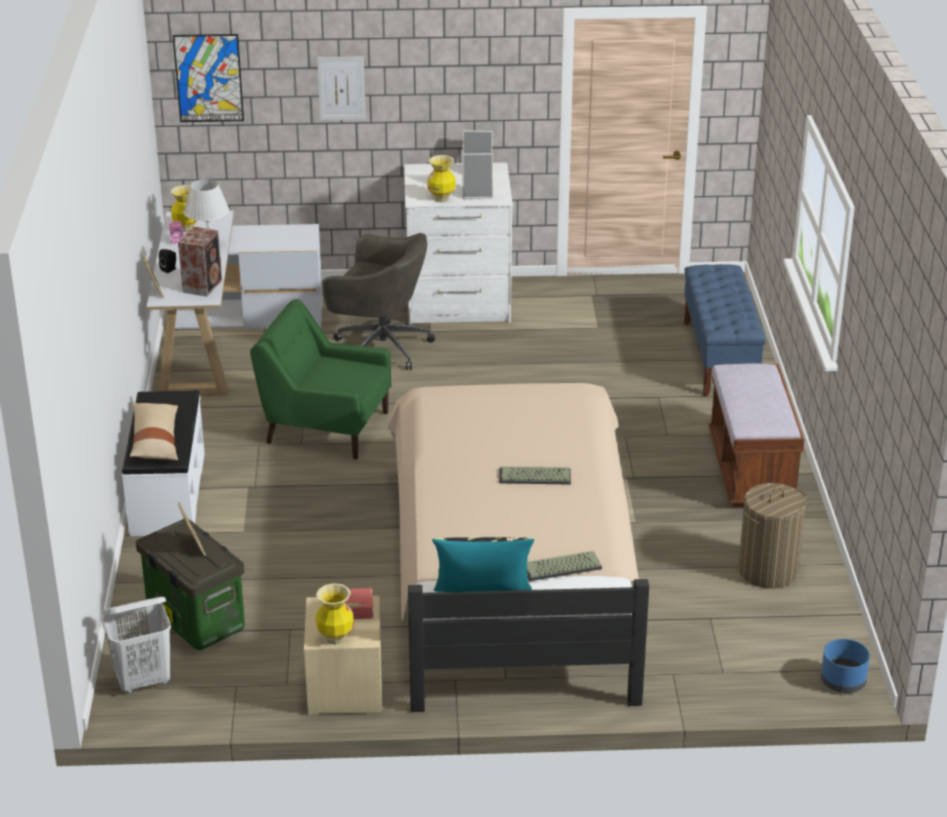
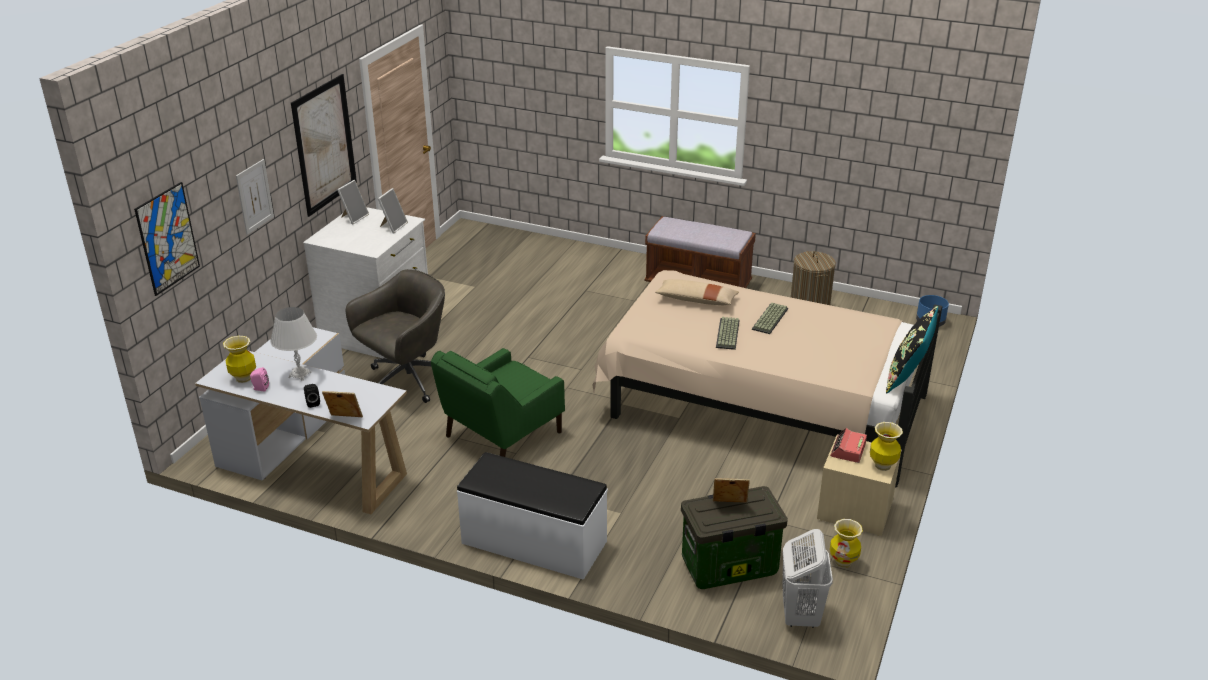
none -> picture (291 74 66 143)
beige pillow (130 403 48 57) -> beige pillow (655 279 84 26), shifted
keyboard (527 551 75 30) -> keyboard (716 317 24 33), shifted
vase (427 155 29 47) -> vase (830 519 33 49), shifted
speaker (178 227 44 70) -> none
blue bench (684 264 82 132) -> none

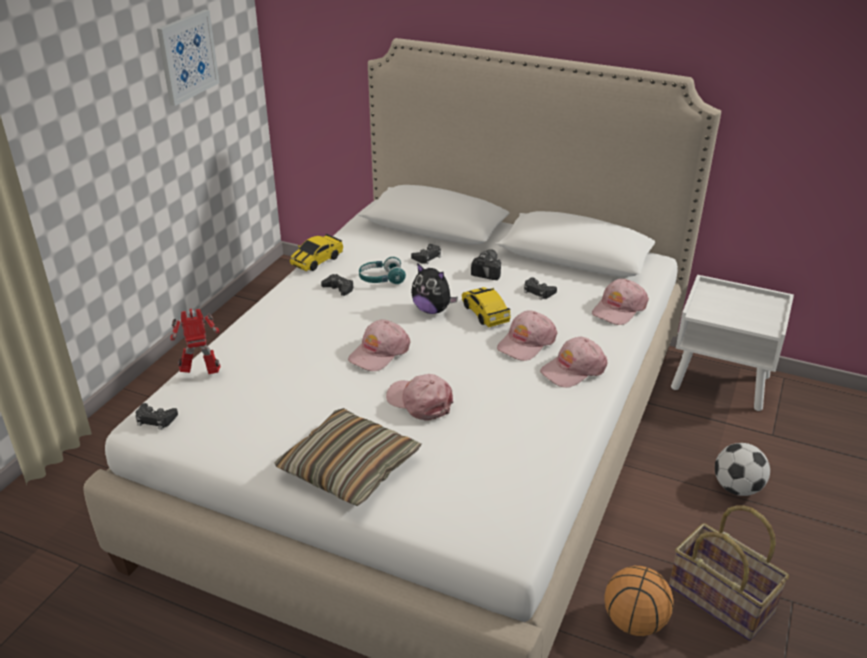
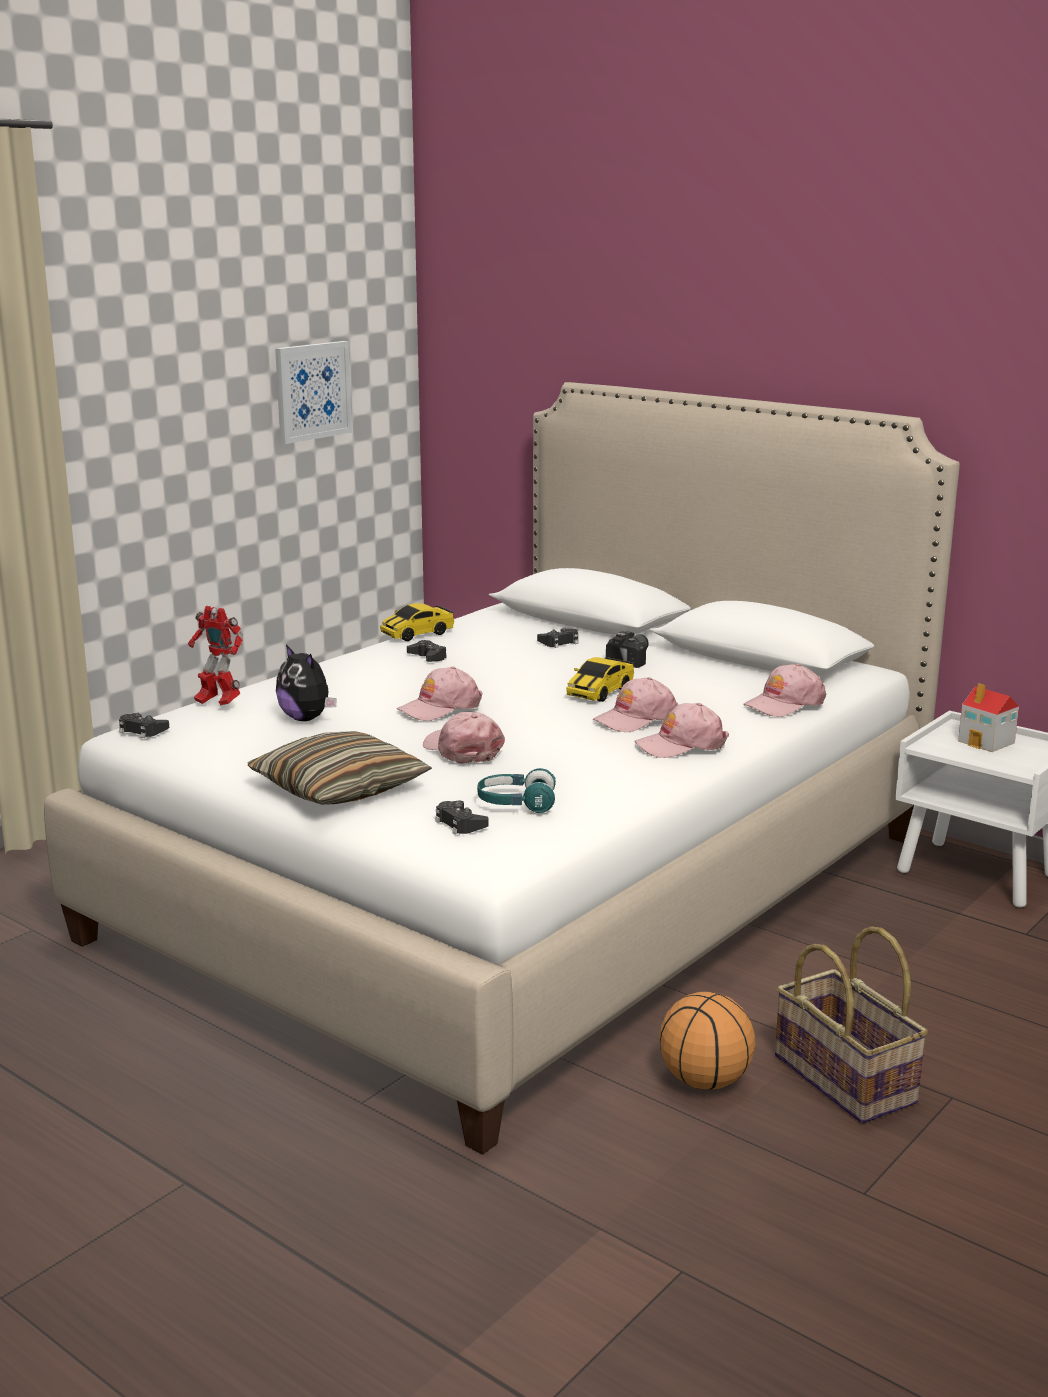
toy robot (171 308 50 66) -> toy robot (188 606 55 99), 150 degrees counterclockwise
plush toy (411 263 47 51) -> plush toy (276 644 61 77), shifted
black game controller (524 277 33 23) -> black game controller (435 801 54 34), shifted
turquoise headphones (359 257 47 27) -> turquoise headphones (477 768 79 45), shifted
toy car (462 287 49 41) -> toy car (566 657 68 45), 135 degrees counterclockwise
none -> toy house (958 683 61 69)
football (715 443 55 53) -> none

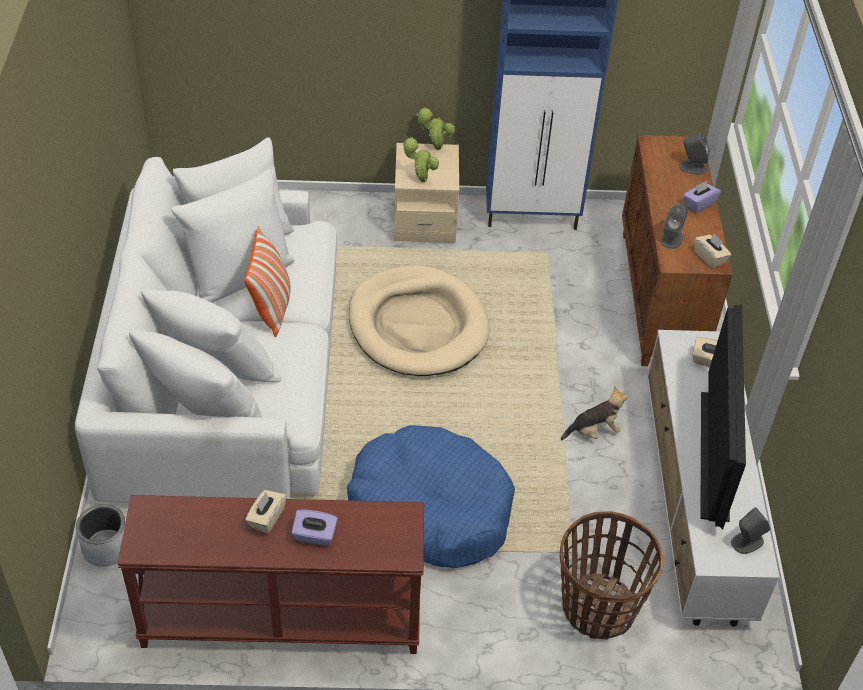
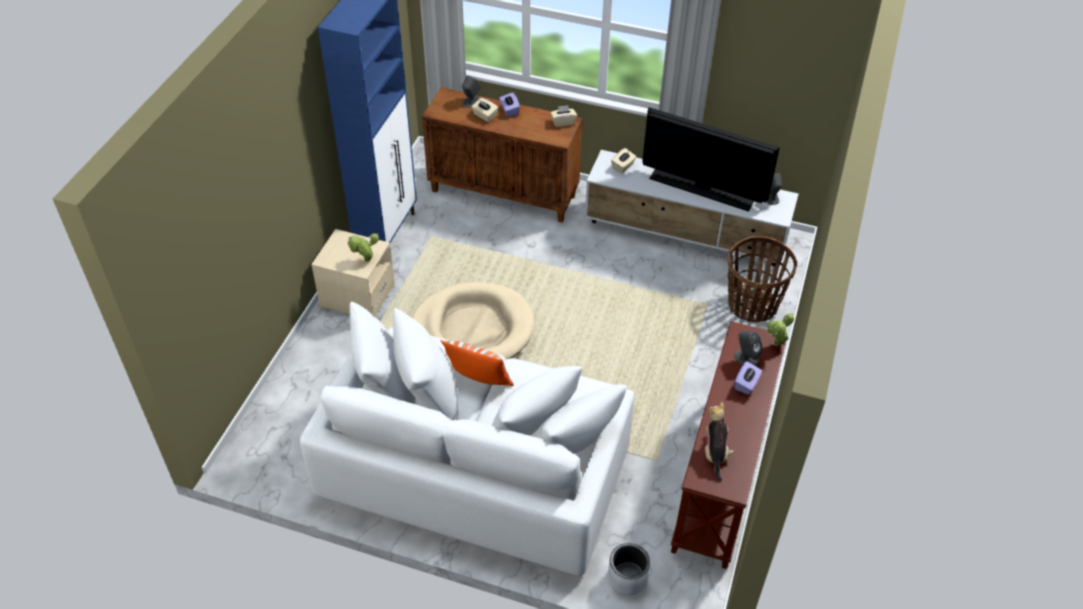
beige tissue box (245 490 41 44) -> beige tissue box (471 98 27 24), shifted
plush toy (561 387 68 53) -> plush toy (705 402 29 80), shifted
grey speaker (661 203 27 46) -> grey speaker (734 331 29 36), shifted
potted plant (417 107 38 43) -> potted plant (767 313 27 33), shifted
blue dog bed (347 425 168 143) -> none

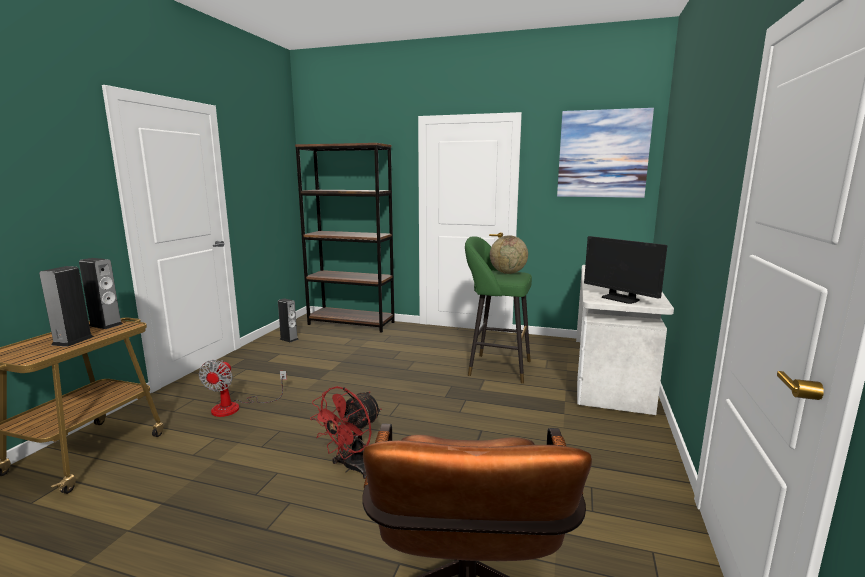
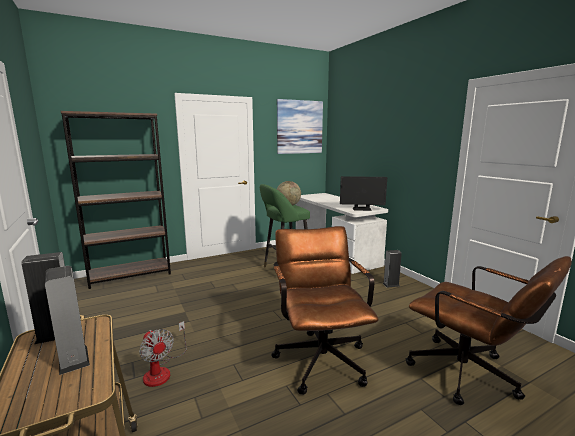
red fan (310 386 71 93) -> brown office chair (271 226 108 169)
speaker (278 298 21 44) -> speaker (382 250 20 38), shifted

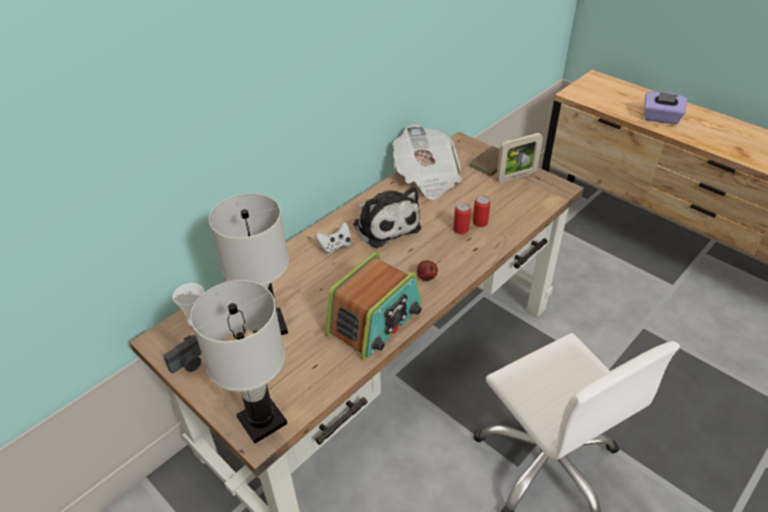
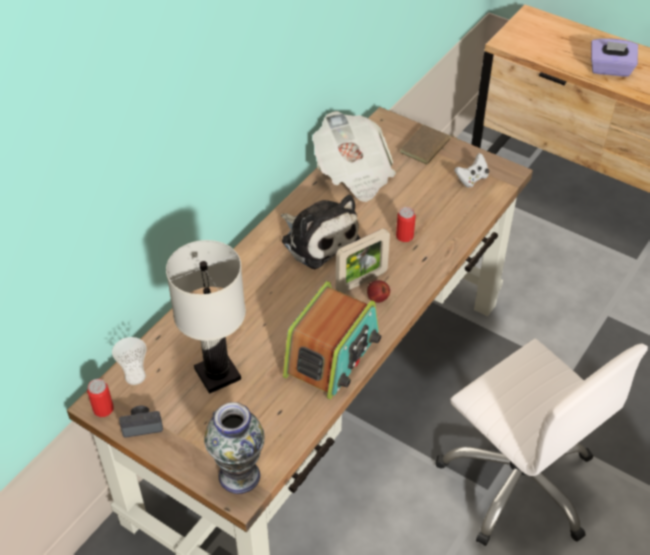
can (473 195 17 32) -> can (87 379 27 38), shifted
photo camera (163 335 39 38) -> photo camera (119 406 44 32), 135 degrees counterclockwise
white table lamp (190 280 97 163) -> vase (204 402 61 92)
picture frame (496 133 47 50) -> picture frame (336 228 54 65), shifted
white game controller (315 222 36 32) -> white game controller (454 153 35 35), shifted

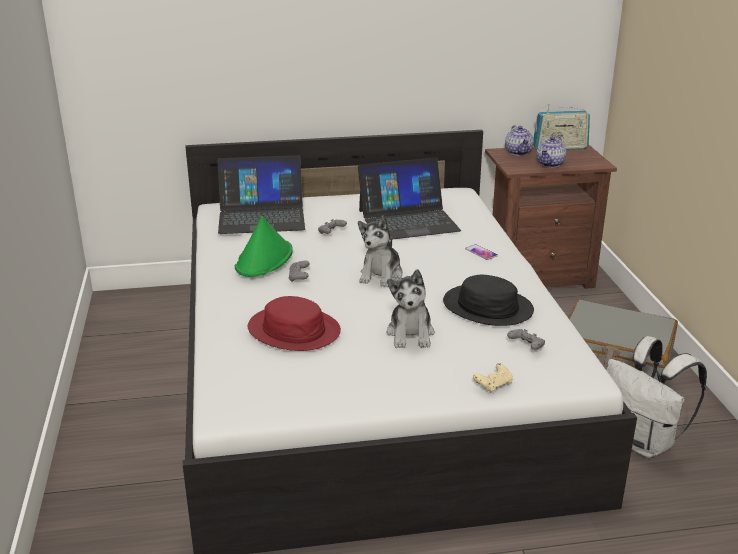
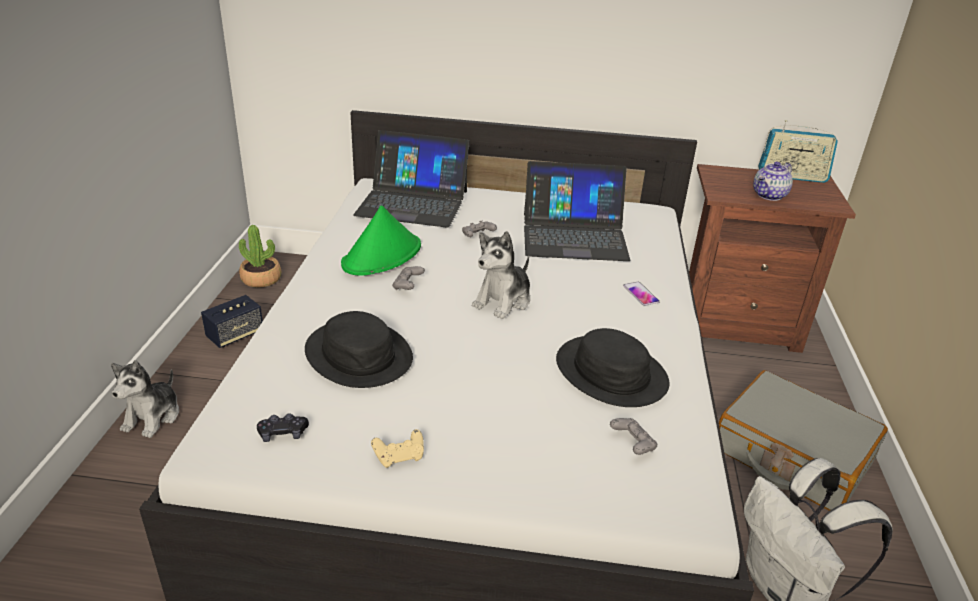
plush toy (386 269 49 79) -> plush toy (111 360 68 78), shifted
none -> speaker (201 295 62 53)
none -> potted plant (239 225 42 62)
none -> black game controller (257 413 52 29)
red hat (248 296 93 55) -> black hat (305 311 108 77)
beige game controller (473 363 40 30) -> beige game controller (371 429 53 39), shifted
teapot (505 125 29 31) -> none

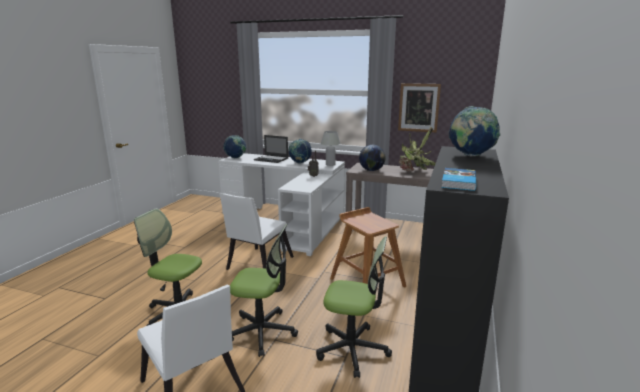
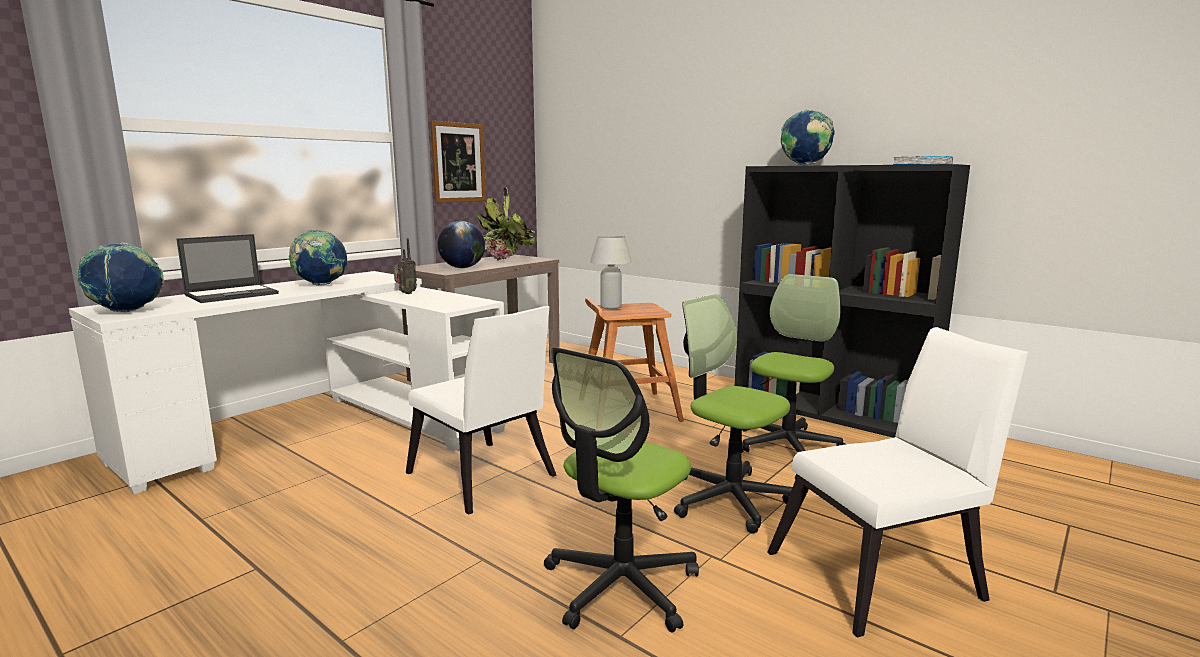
white table lamp (321 131 20 35) -> white table lamp (590 236 42 73), shifted
office chair (230 224 68 133) -> office chair (674 294 119 240), 75 degrees counterclockwise

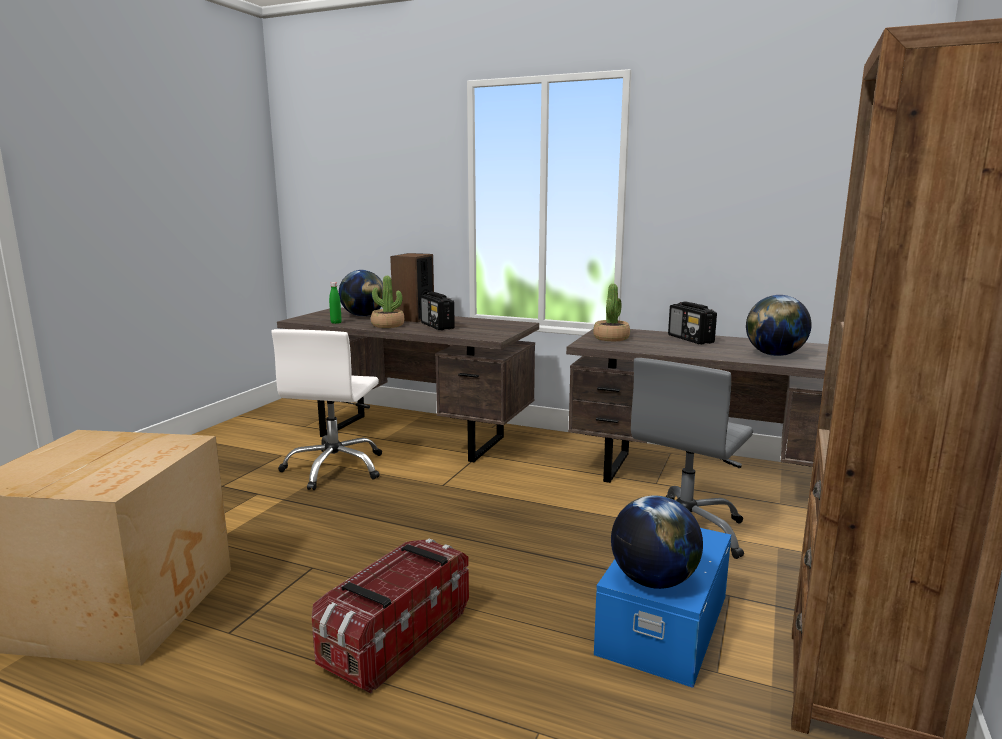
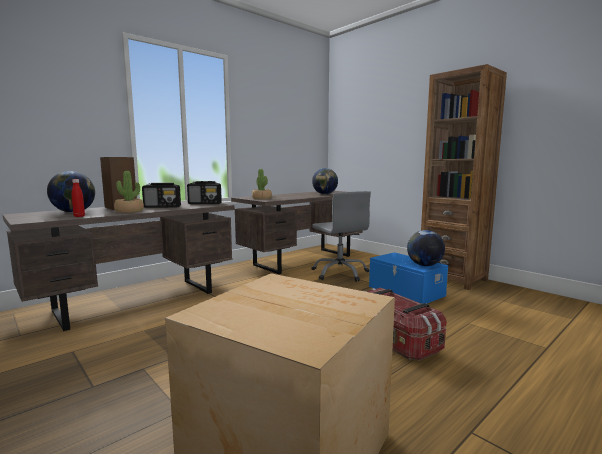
green bottle (329 282 13 42) -> red bottle (72 179 13 38)
radio (668 302 49 42) -> radio (187 181 35 23), shifted
white office chair (271 329 111 161) -> none

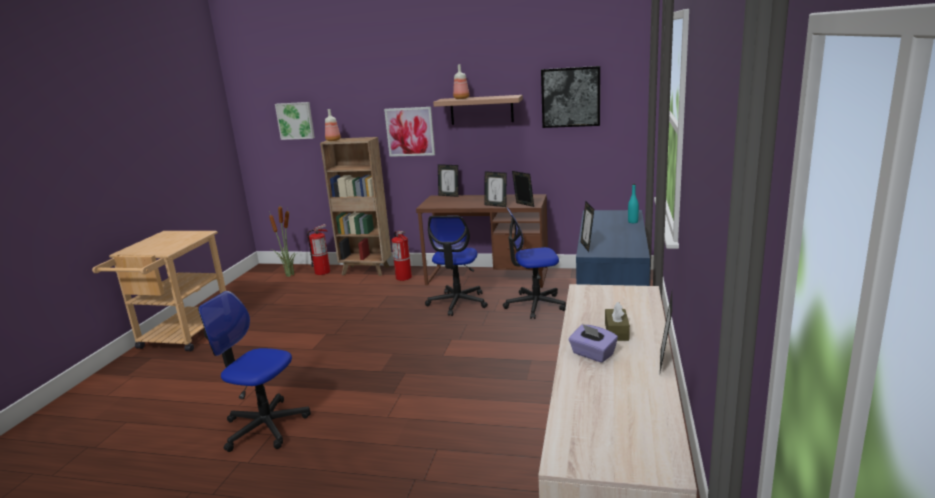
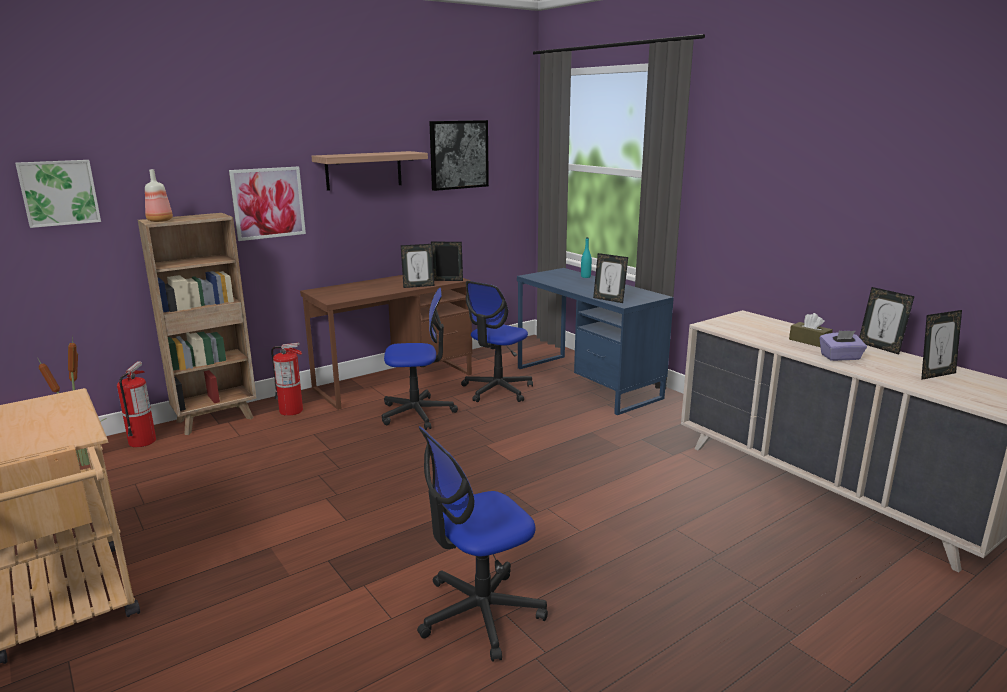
office chair (425 216 63 100) -> office chair (382 288 76 142), 60 degrees counterclockwise
picture frame (438 164 21 33) -> picture frame (921 310 41 70), shifted
bottle (453 64 16 35) -> none

